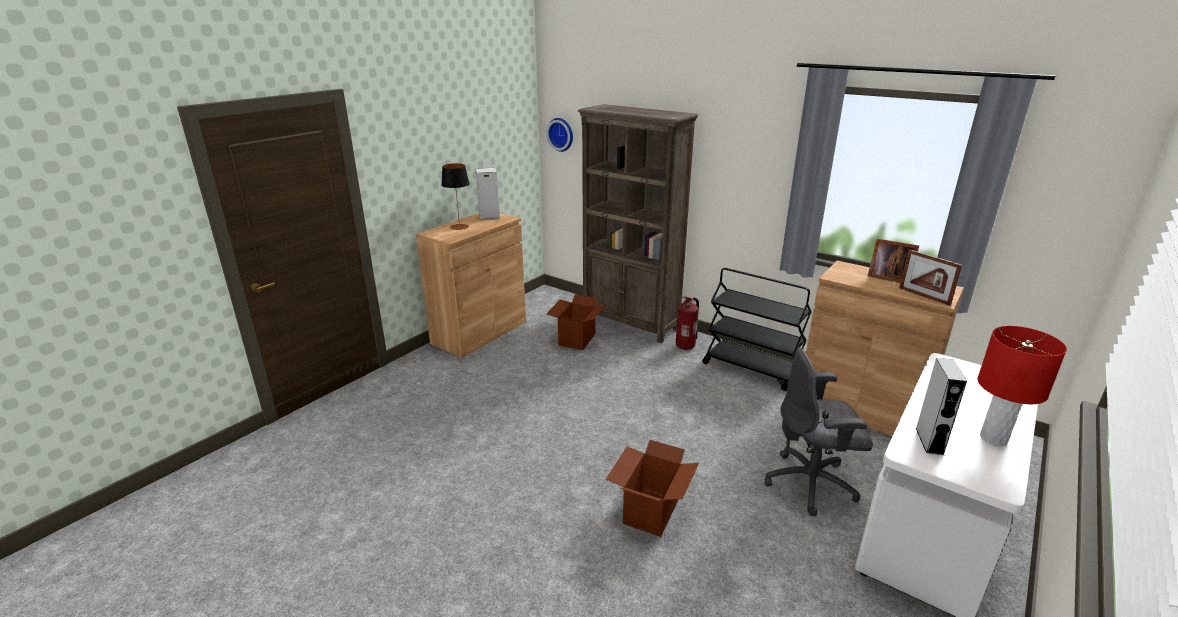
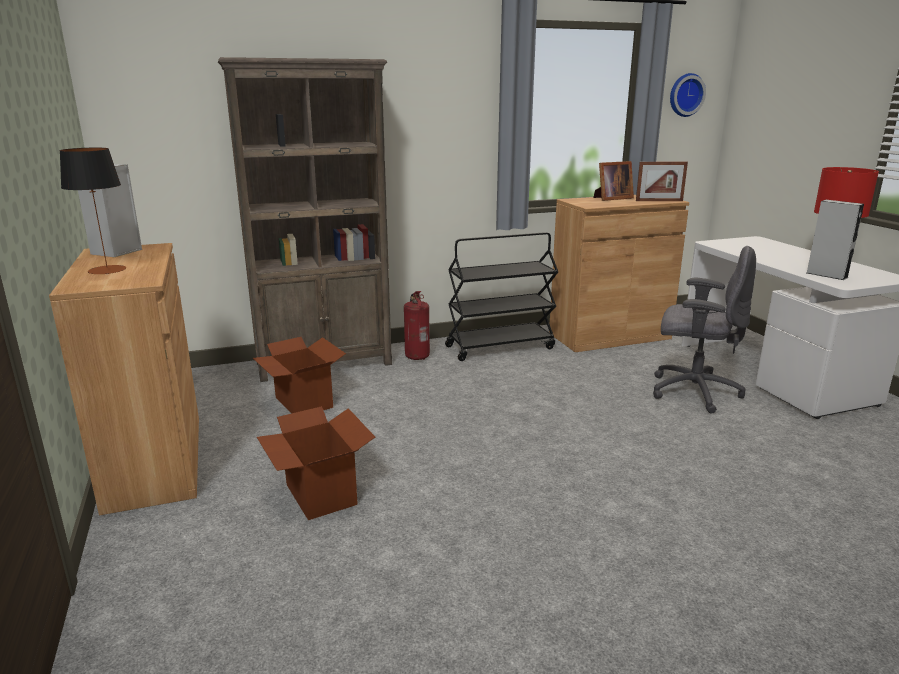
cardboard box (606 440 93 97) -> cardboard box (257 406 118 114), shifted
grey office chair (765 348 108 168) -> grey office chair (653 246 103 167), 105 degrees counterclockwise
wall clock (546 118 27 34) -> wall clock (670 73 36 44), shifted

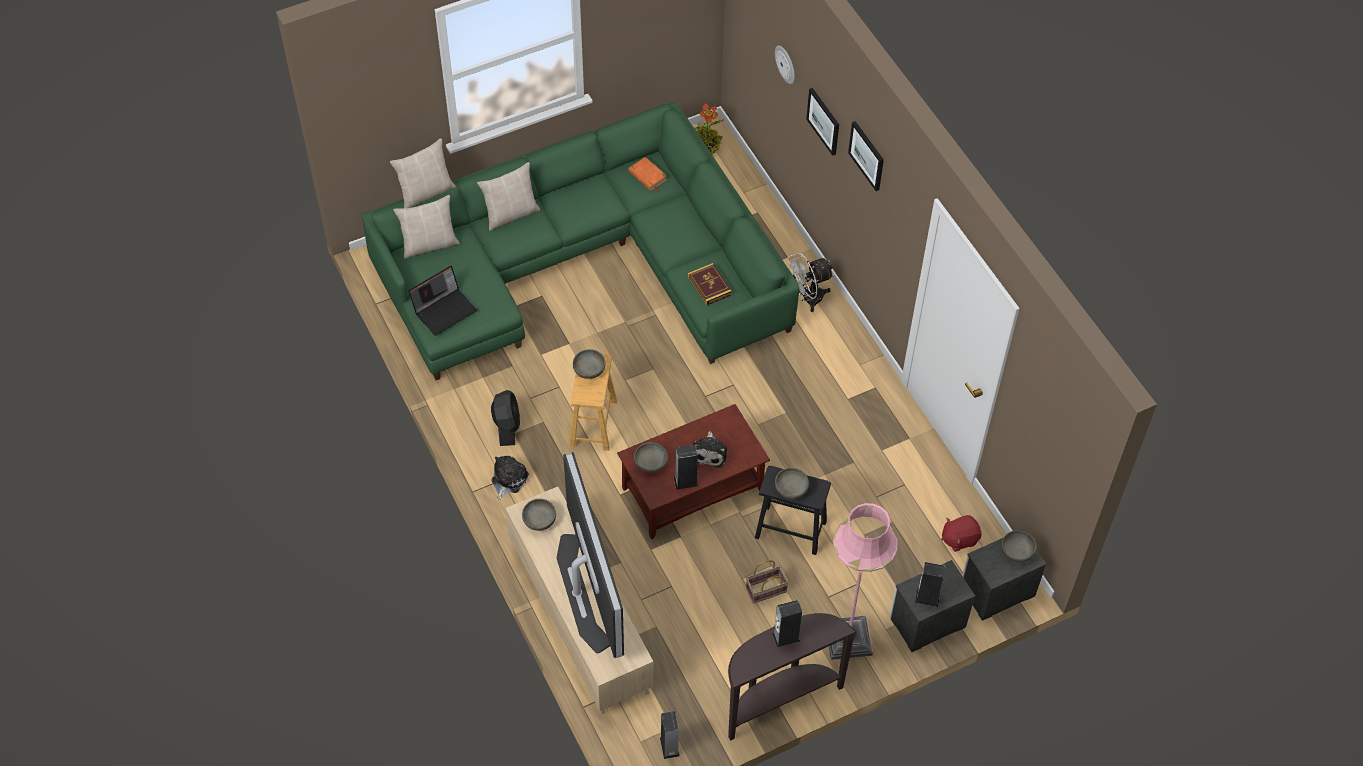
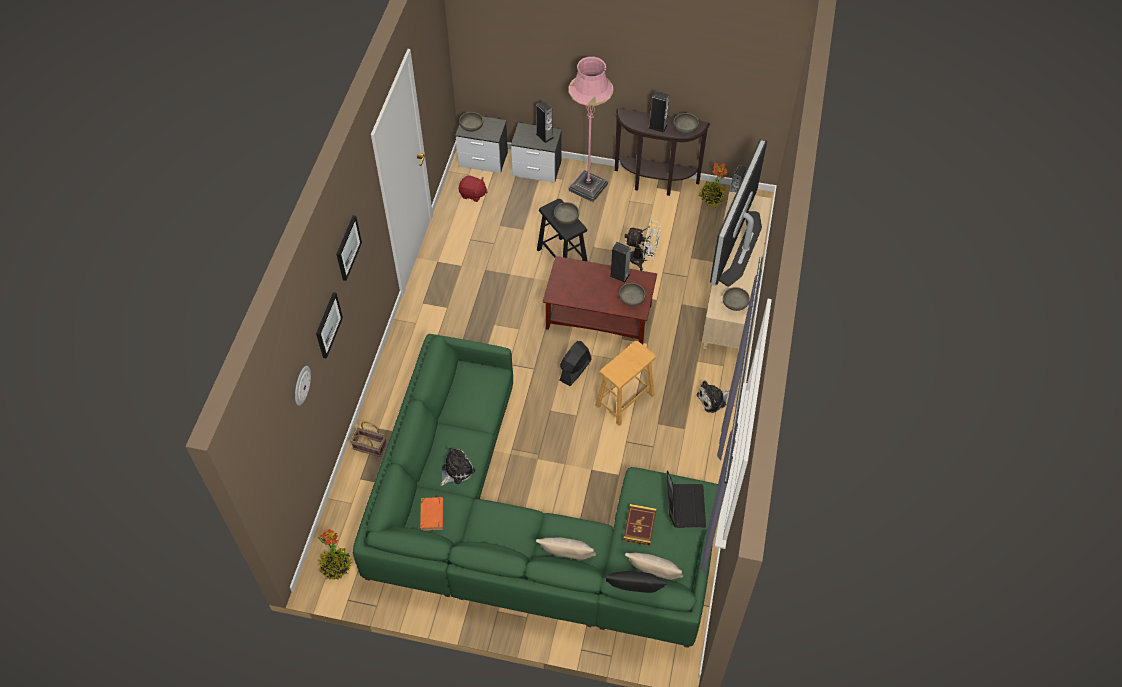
basket (746 560 43 44) -> basket (350 422 37 35), shifted
plush toy (692 431 35 37) -> plush toy (440 448 35 38), shifted
black fan (491 390 29 56) -> black fan (559 341 32 45), shifted
beige pillow (390 138 66 70) -> black pillow (606 571 61 22)
book (688 263 44 42) -> book (623 504 33 42), shifted
white fan (785 253 49 59) -> white fan (624 220 37 51), shifted
laptop (409 266 68 70) -> laptop (667 470 39 58), 90 degrees clockwise
grey bowl (573 349 33 30) -> grey bowl (674 113 25 21), shifted
none -> potted plant (698 163 31 44)

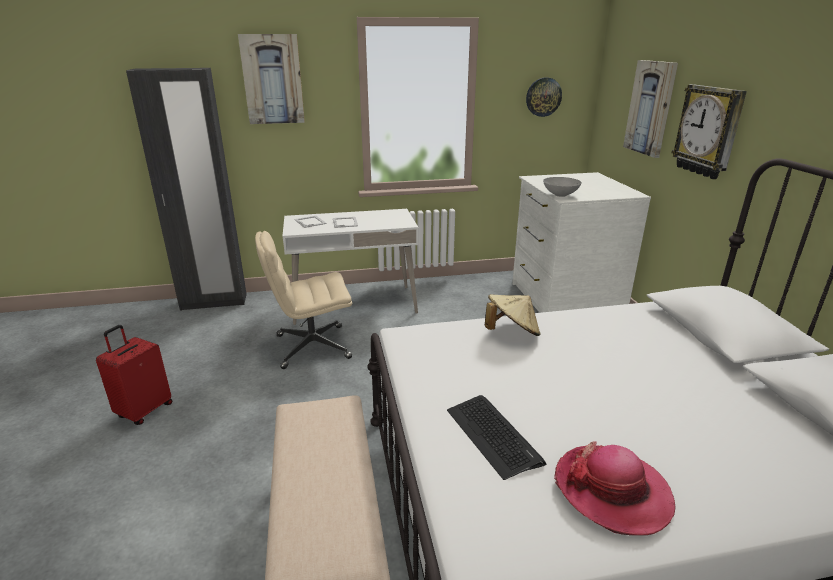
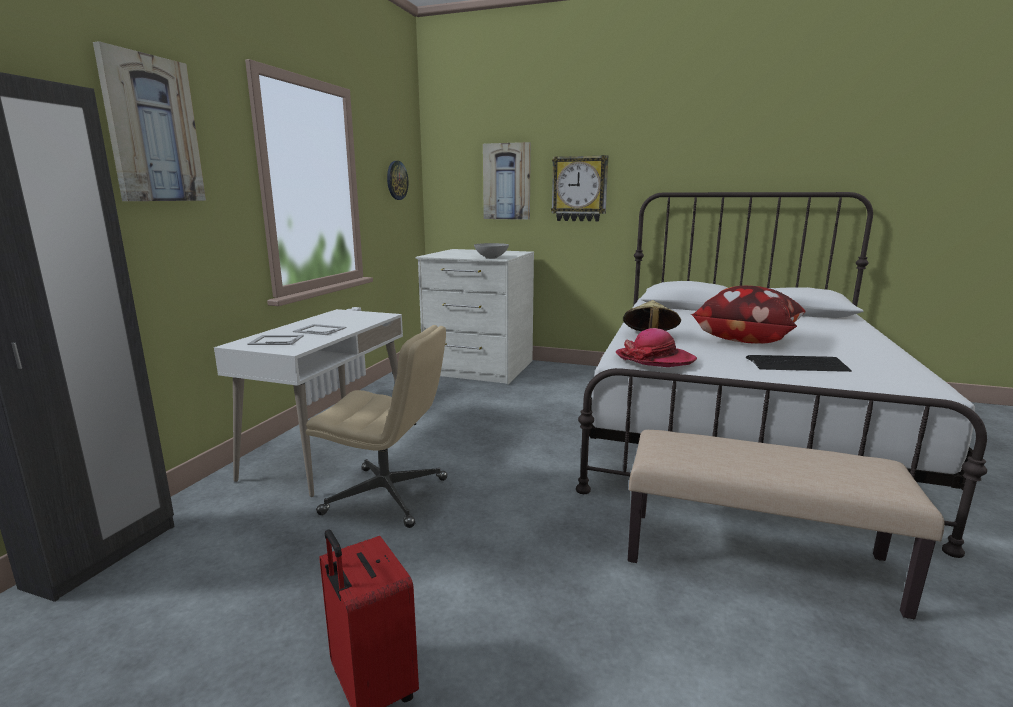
beige office chair (255 231 97 138) -> beige office chair (306 325 142 203), 90 degrees counterclockwise
hat (554 441 121 94) -> hat (616 328 81 39), shifted
none -> pillow (690 286 115 58)

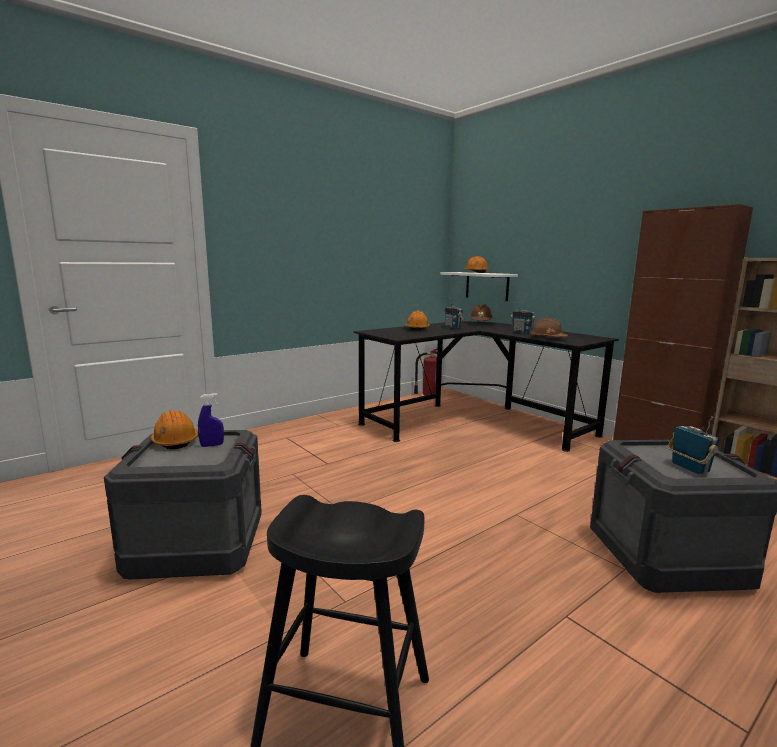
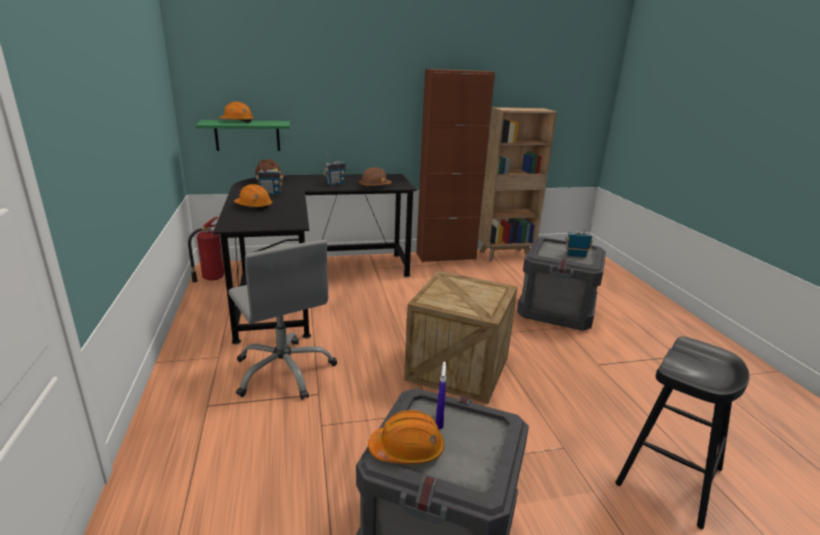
white shelf (440 272 78 29) -> green shelf (195 120 95 31)
none -> grey office chair (228 240 109 160)
none -> crate (404 271 114 133)

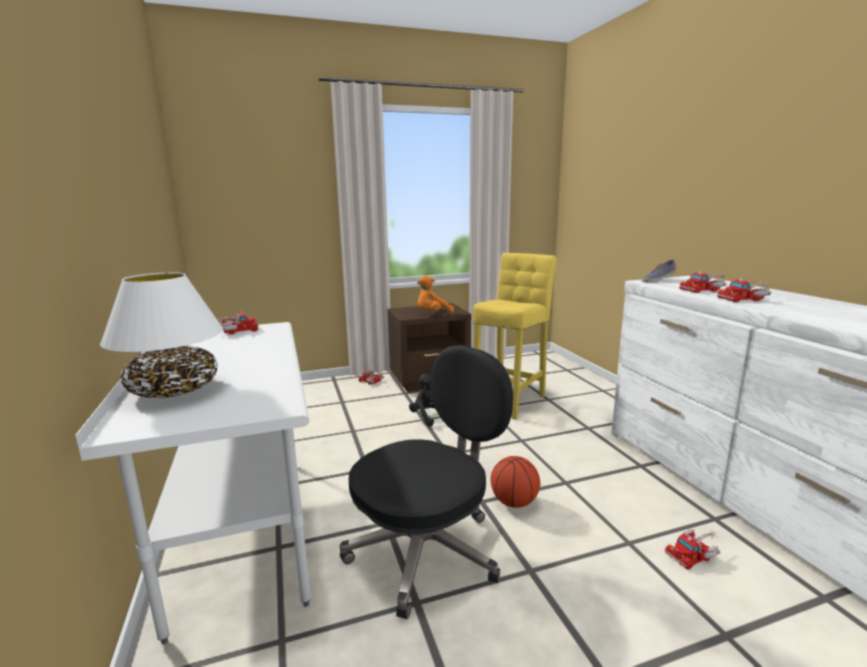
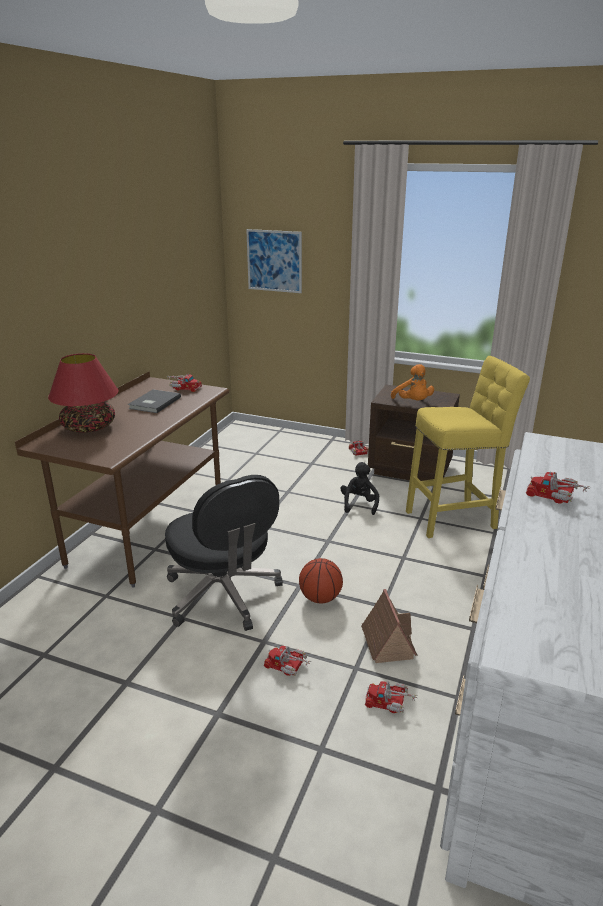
white desk (75 322 236 322) -> brown desk (15 371 214 216)
white table lamp (100 272 123 126) -> red table lamp (48 353 71 80)
none -> grey book (128 389 53 24)
black office chair (339 345 174 274) -> black office chair (165 475 118 156), 60 degrees clockwise
none -> picture (246 229 56 64)
toy truck (679 271 47 22) -> toy truck (264 646 47 30), shifted
none -> toy house (361 589 57 74)
orange plush toy (417 275 37 37) -> orange plush toy (391 364 43 36), 120 degrees counterclockwise
shoe (642 259 34 24) -> none

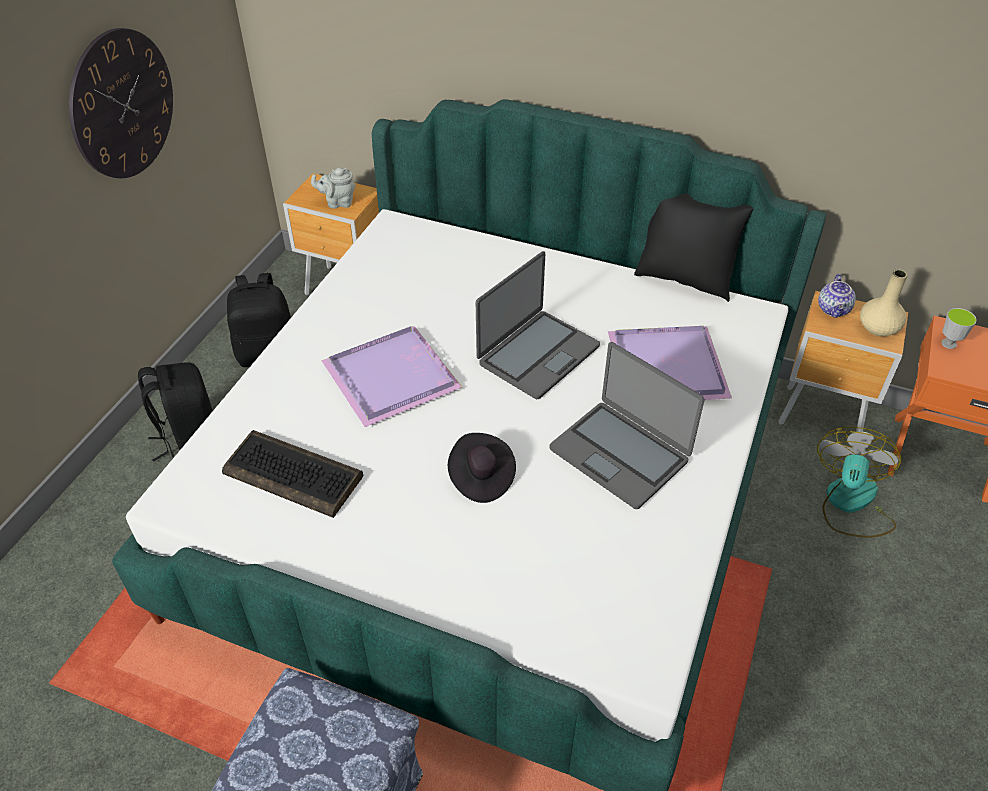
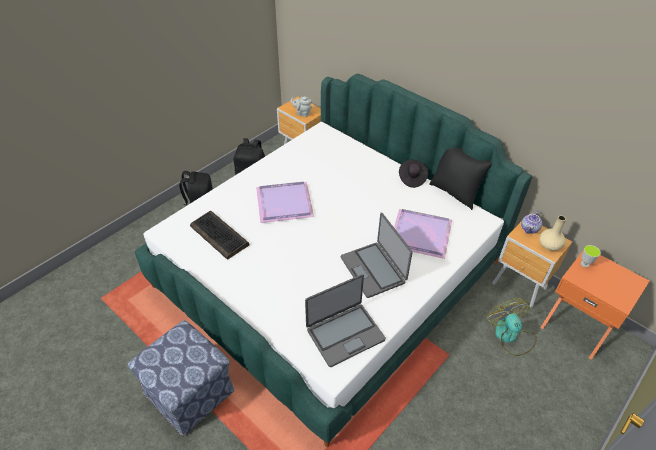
laptop (476 251 124 148) -> laptop (305 274 81 93), shifted
black hat (448 433 68 70) -> black hat (399 159 29 29), shifted
fan (817 427 84 111) -> fan (487 298 50 58), 60 degrees counterclockwise
wall clock (69 28 104 150) -> none

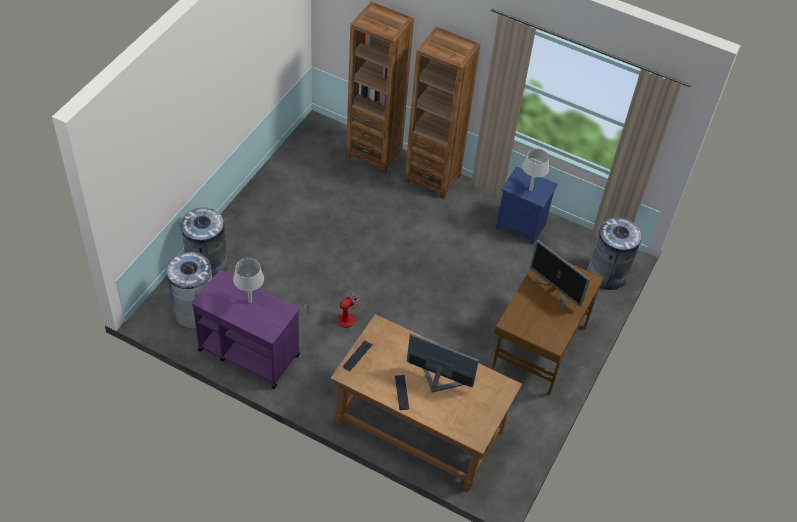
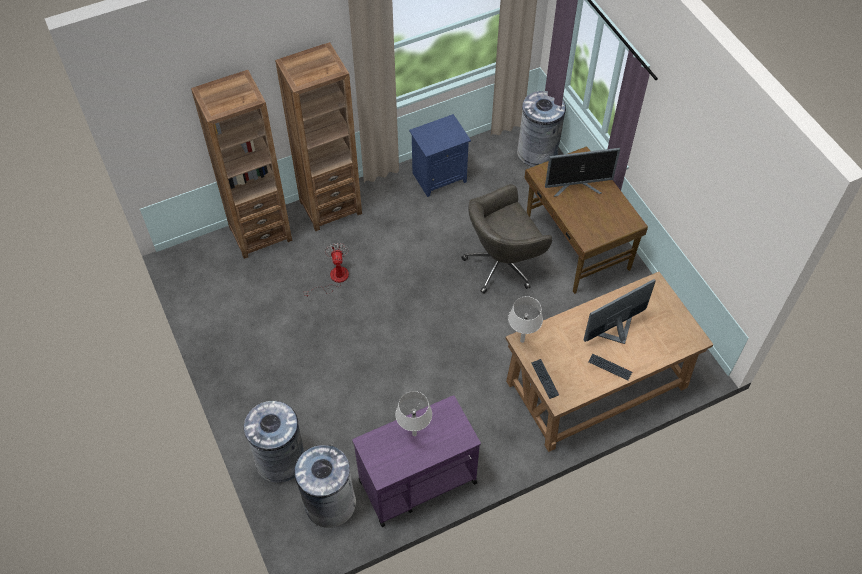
fan (304 290 57 38) -> fan (304 243 45 54), shifted
none -> grey office chair (461 184 91 110)
grey table lamp (522 148 27 43) -> grey table lamp (508 296 35 47), shifted

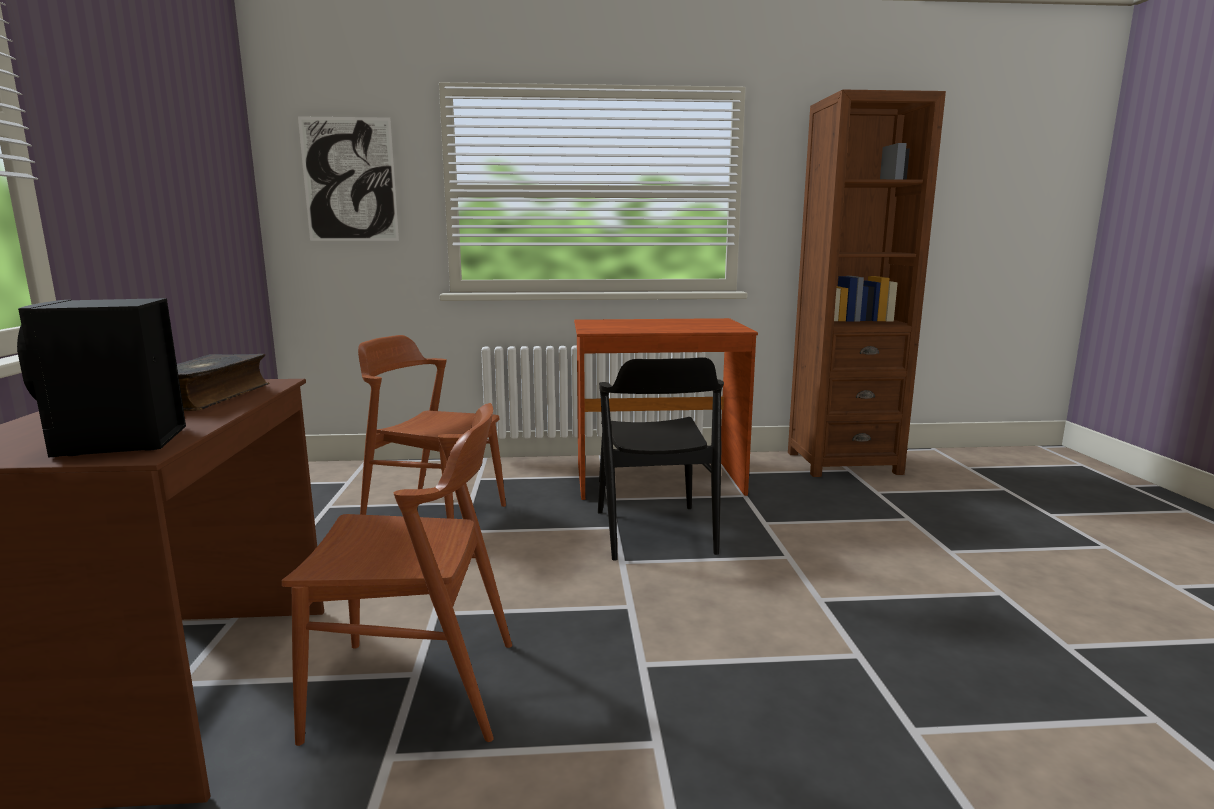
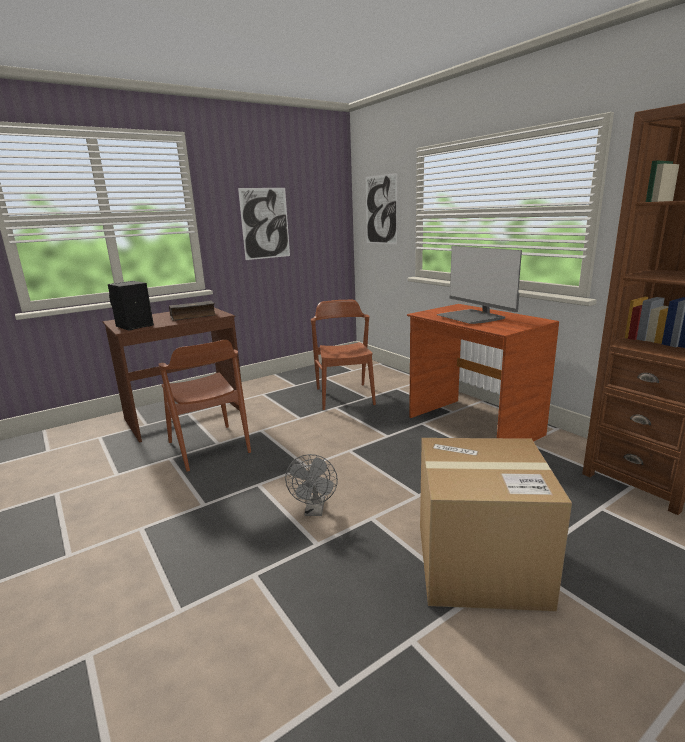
none -> picture (238 188 52 72)
none -> grey fan (285 454 53 62)
none -> cardboard box (420 438 152 174)
none -> monitor (437 246 85 78)
black chair (598 357 126 204) -> none

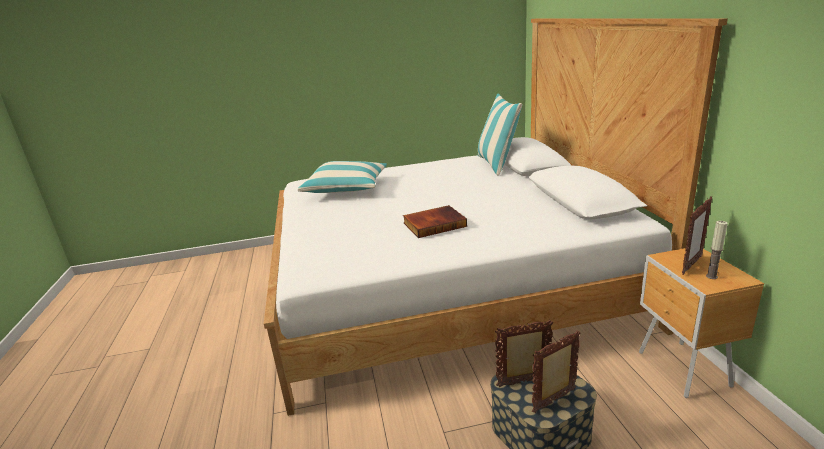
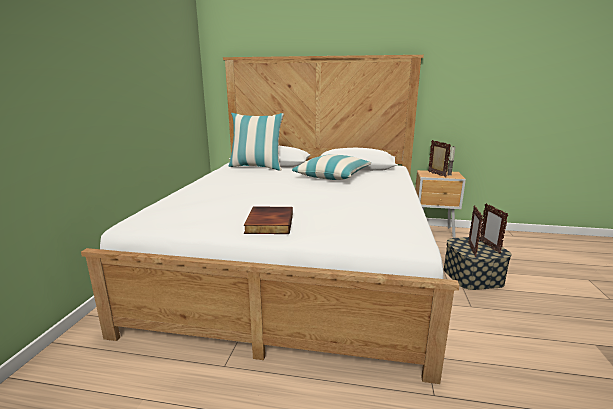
book (403 205 64 33) -> book (244 207 49 27), shifted
pillow (298 161 89 32) -> pillow (292 154 79 26), shifted

